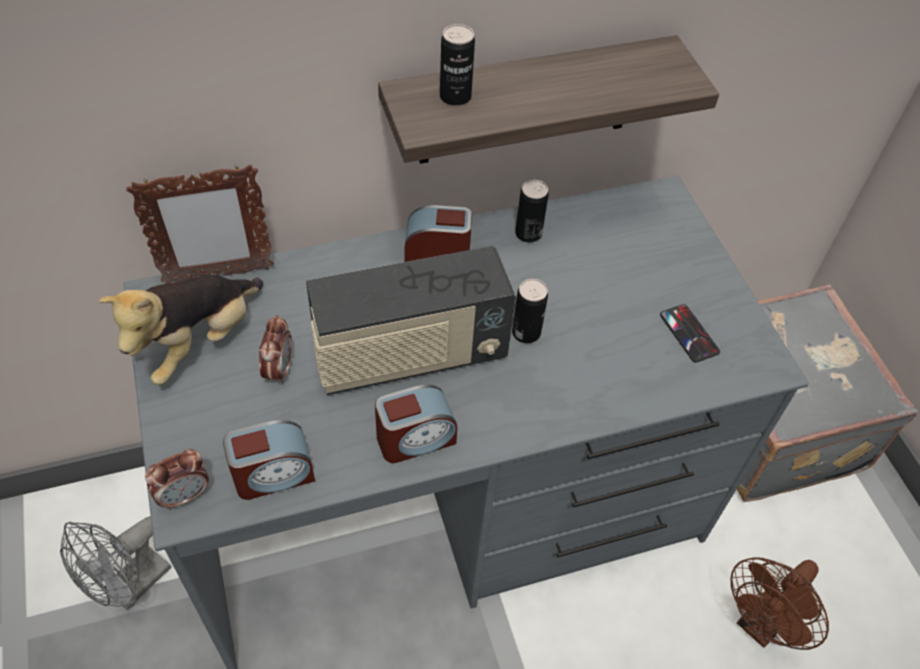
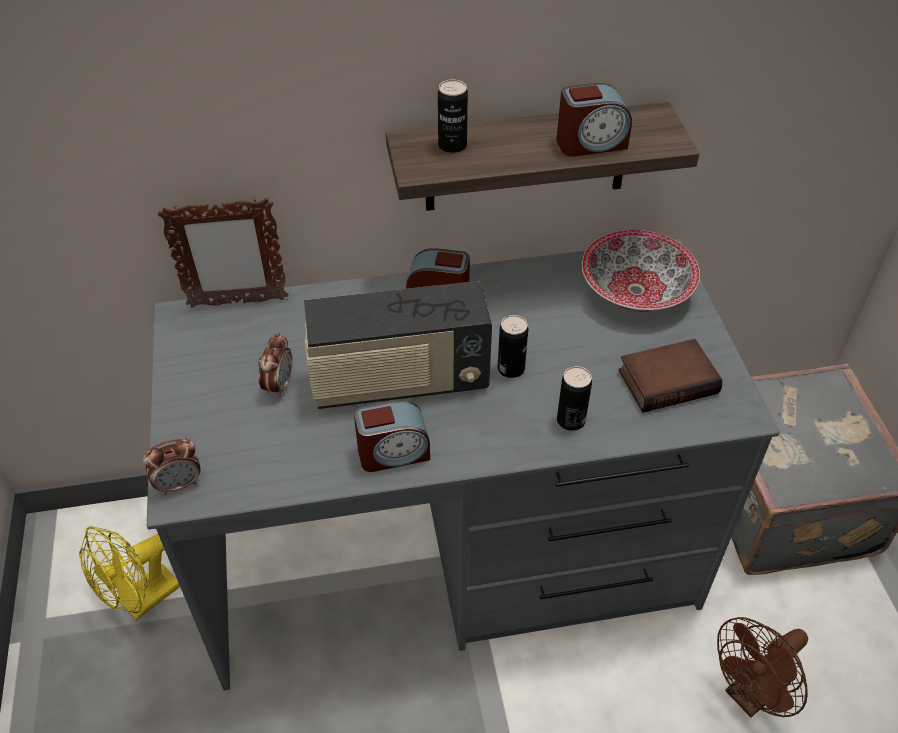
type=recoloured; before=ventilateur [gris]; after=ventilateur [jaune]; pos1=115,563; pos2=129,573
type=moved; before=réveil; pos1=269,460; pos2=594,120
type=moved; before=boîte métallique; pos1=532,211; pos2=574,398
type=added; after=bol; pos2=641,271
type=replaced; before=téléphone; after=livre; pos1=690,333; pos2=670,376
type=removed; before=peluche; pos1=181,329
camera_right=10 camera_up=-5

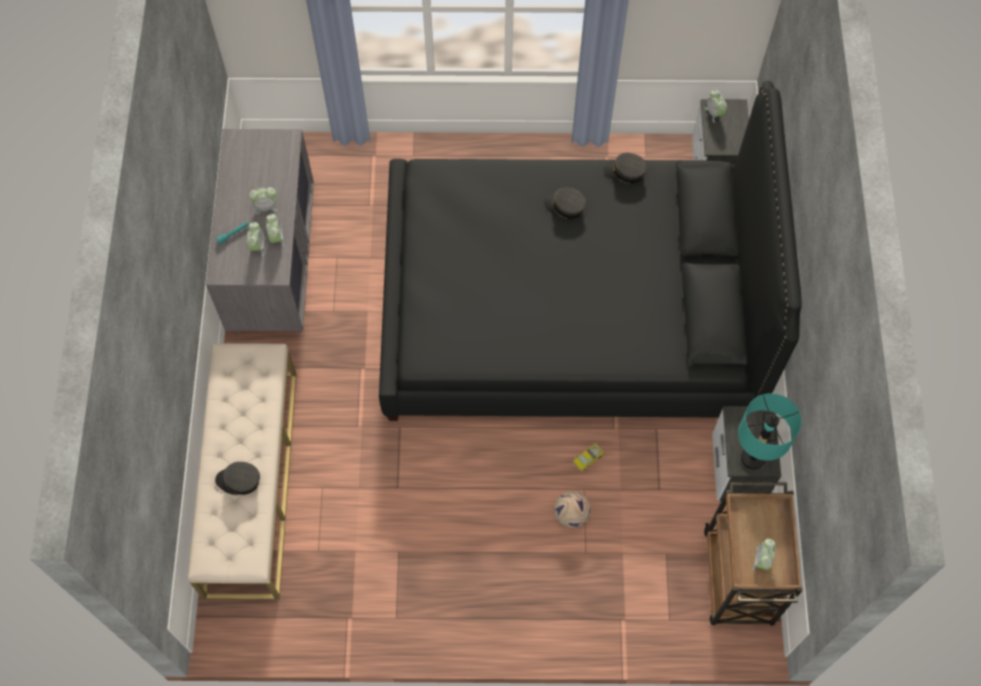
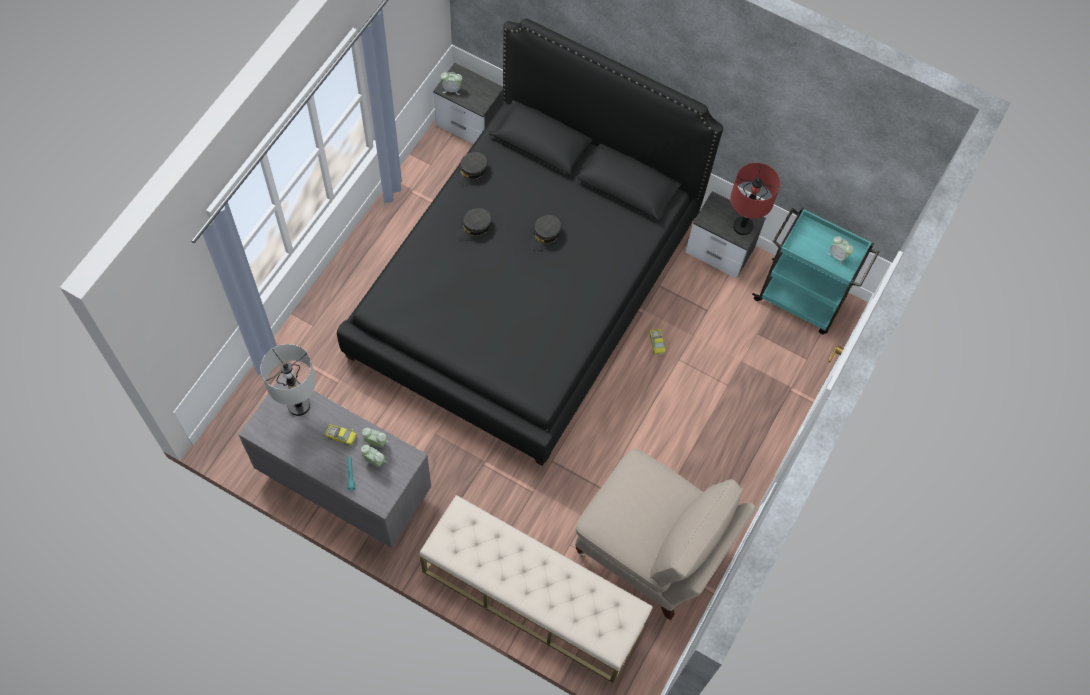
type=added; after=lampe de table [gris]; pos2=288,380
type=replaced; before=réveil; after=camion jouet; pos1=263,201; pos2=340,435
type=moved; before=casquette [gris]; pos1=237,478; pos2=545,233
type=added; after=chaise [beige]; pos2=665,534
type=recoloured; before=lampe de table [turquoise]; after=lampe de table [rouge]; pos1=769,431; pos2=755,199
type=recoloured; before=chariot [marron]; after=chariot [turquoise]; pos1=753,554; pos2=815,270
type=removed; before=ballon de foot; pos1=572,509
camera_right=-65 camera_up=0

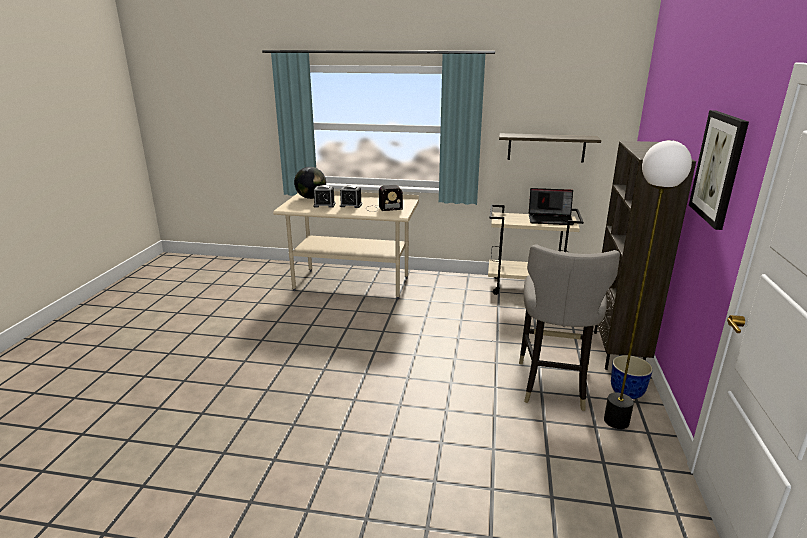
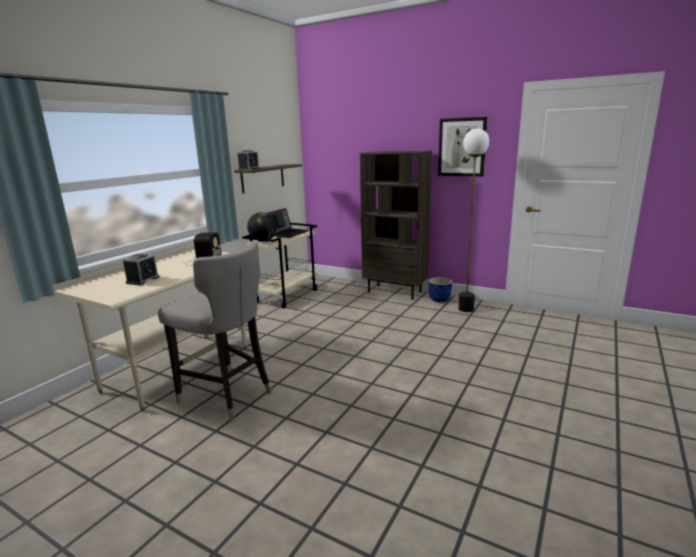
type=moved; before=tabouret [gris]; pos1=569,327; pos2=215,331
type=moved; before=réveil; pos1=351,196; pos2=248,160
type=moved; before=globe; pos1=310,183; pos2=262,226
camera_right=-70 camera_up=-5

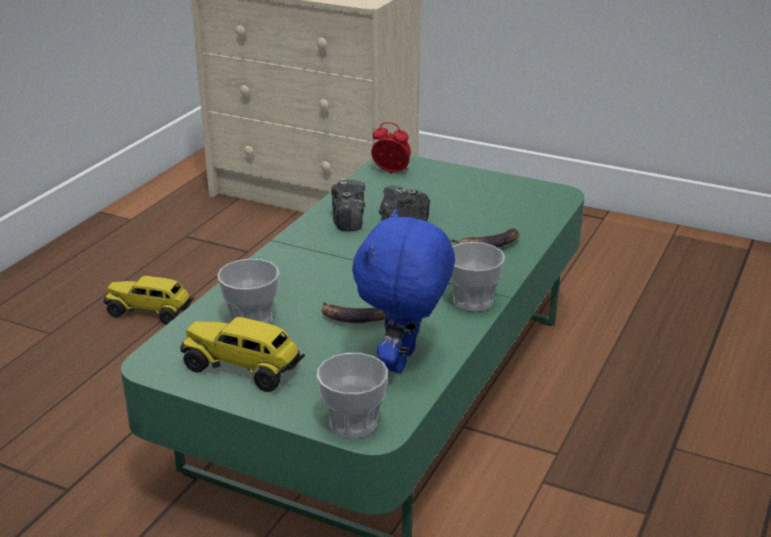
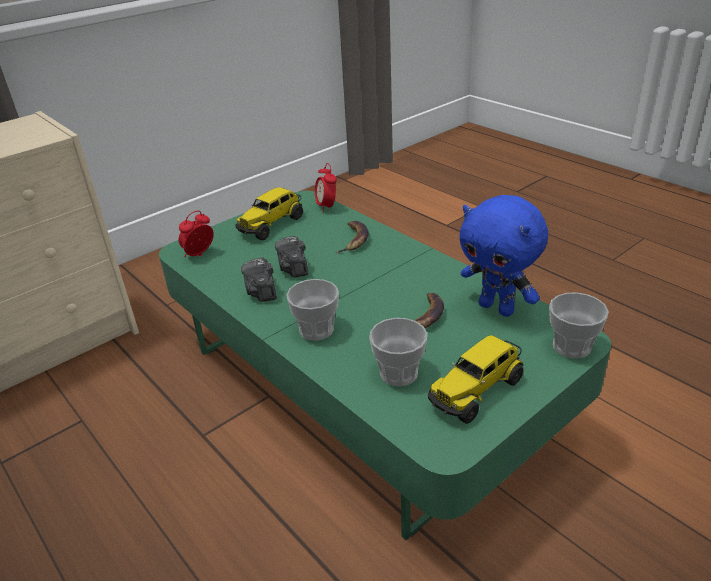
type=moved; before=camion jouet; pos1=149,300; pos2=269,213
type=turned; before=appareil photo; pos1=348,205; pos2=259,279; turn=-120
type=moved; before=tasse; pos1=477,277; pos2=312,310
type=added; after=réveil; pos2=326,188
camera_right=-65 camera_up=5

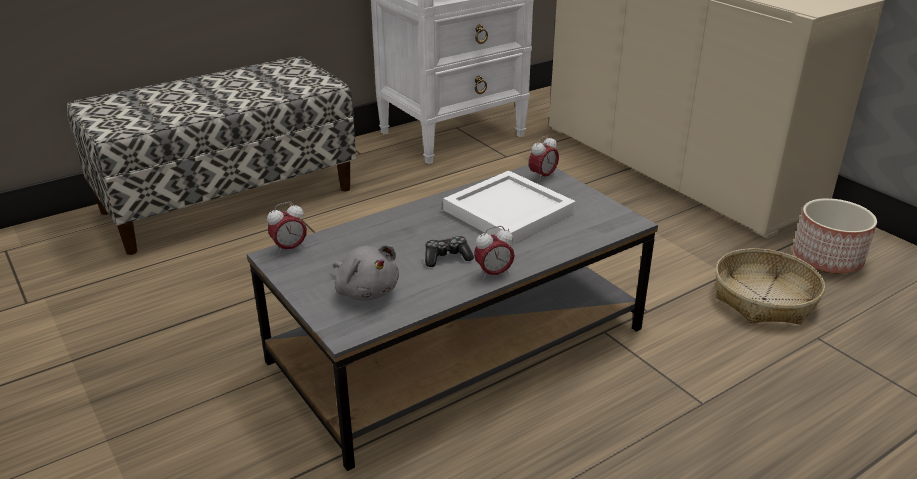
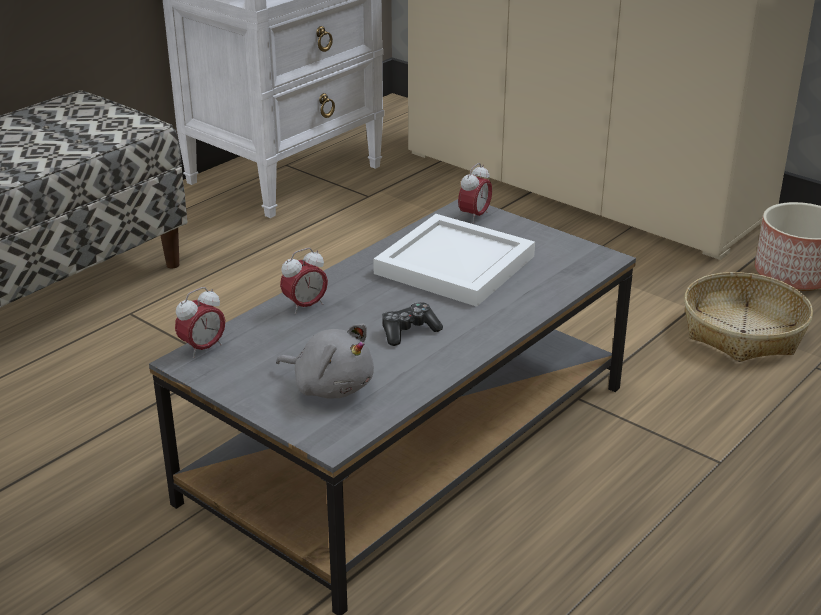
type=moved; before=réveil; pos1=494,253; pos2=304,281
camera_right=-15 camera_up=0

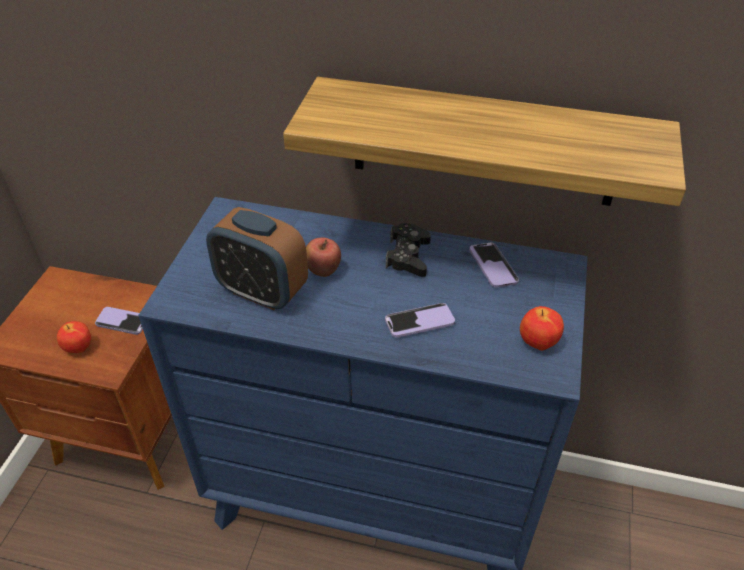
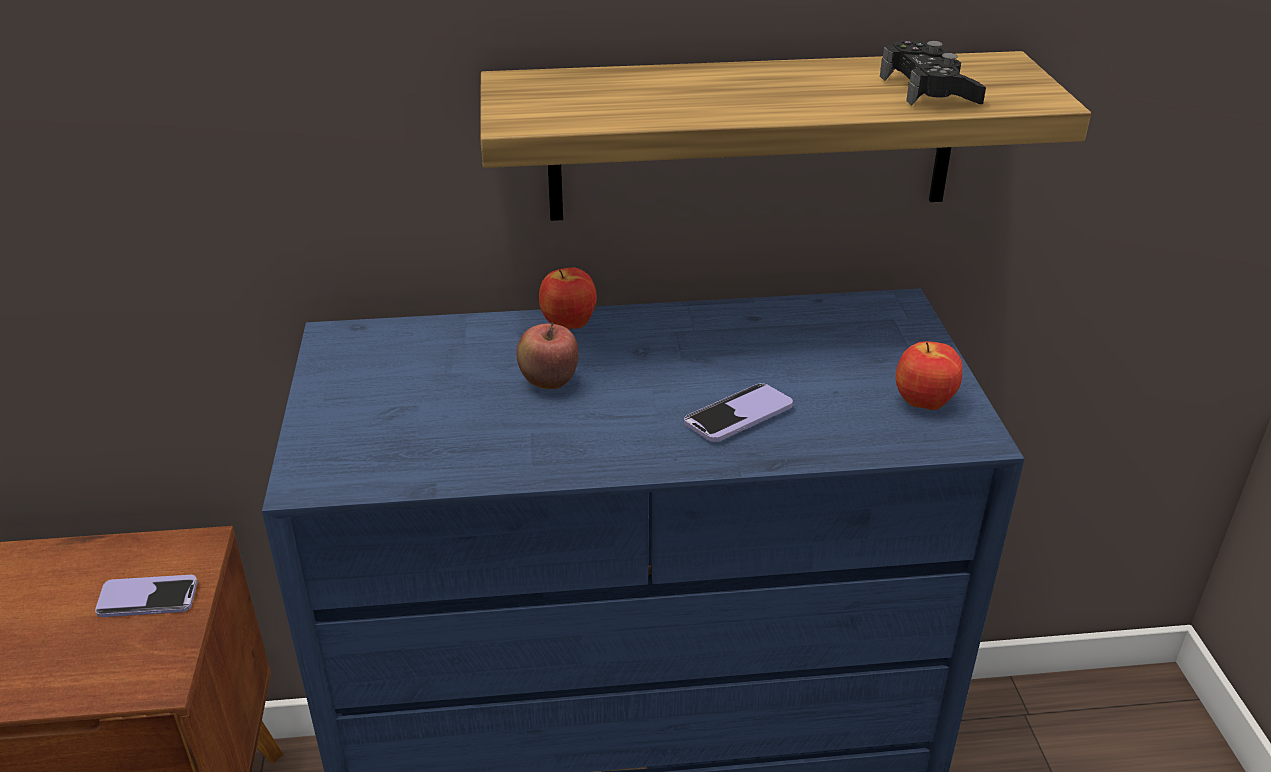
type=moved; before=pomme; pos1=74,337; pos2=568,298
type=moved; before=manette [noir]; pos1=408,250; pos2=933,73
type=removed; before=réveil; pos1=257,258
type=removed; before=téléphone; pos1=494,265
camera_right=-20 camera_up=-10

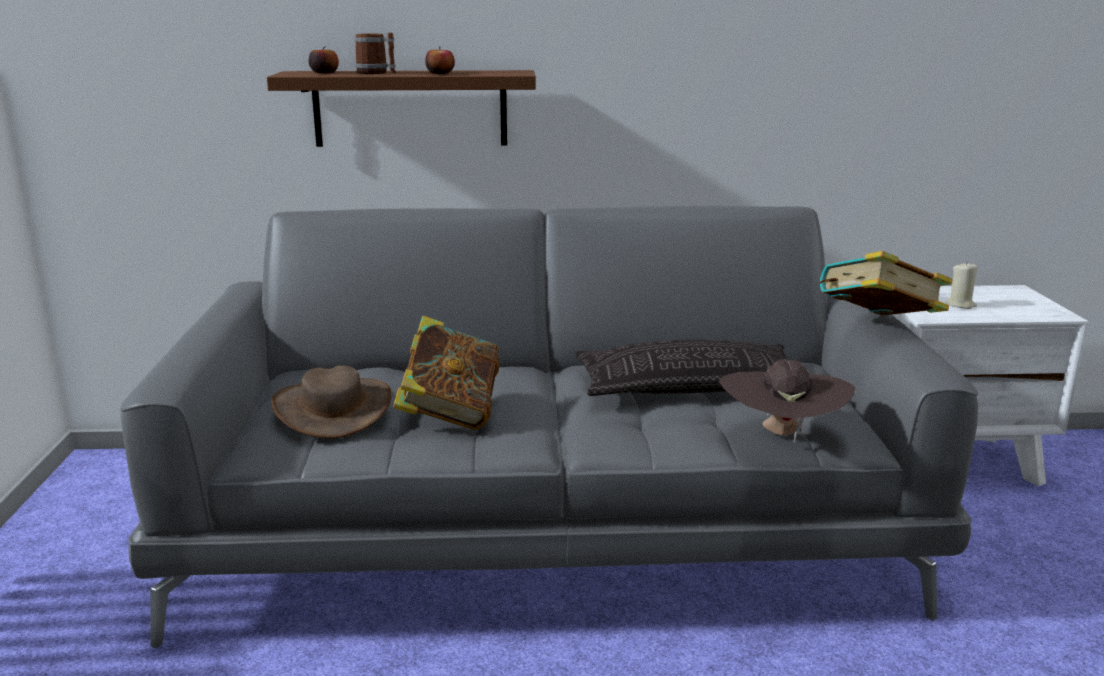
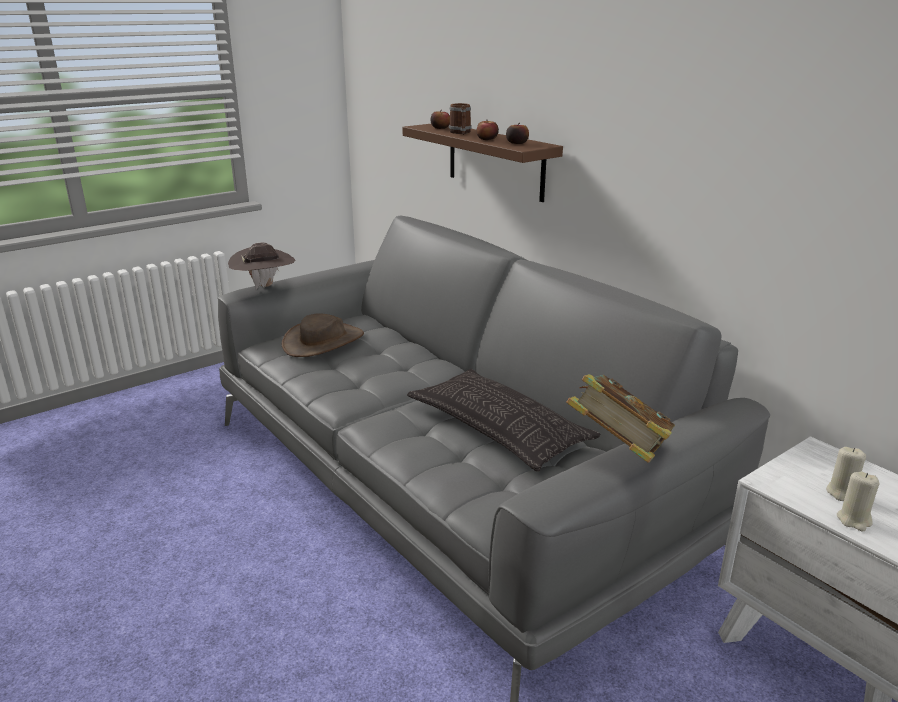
type=moved; before=chapeau [marron]; pos1=787,401; pos2=262,266
type=added; after=pomme; pos2=517,133
type=added; after=bougie [beige]; pos2=858,501
type=removed; before=livre; pos1=446,373
camera_right=55 camera_up=5

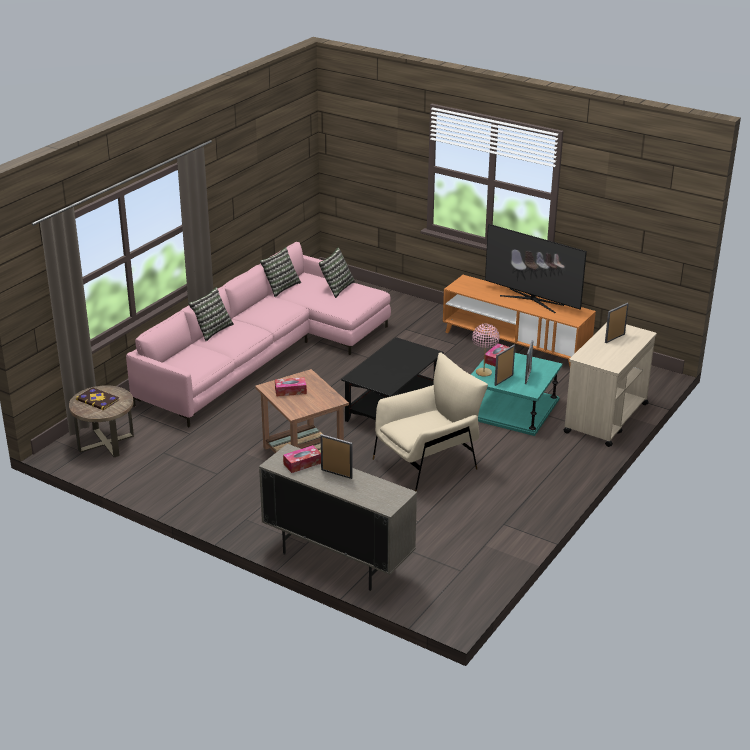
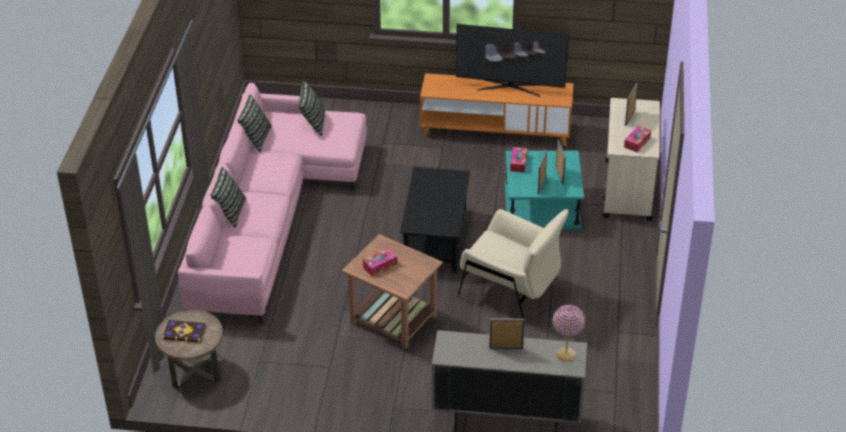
type=turned; before=fauteuil [beige]; pos1=430,422; pos2=513,266; turn=90
type=moved; before=lampe de table [rose]; pos1=486,350; pos2=569,333
type=moved; before=boîte à mouchoirs; pos1=302,459; pos2=637,139
camera_right=-25 camera_up=10

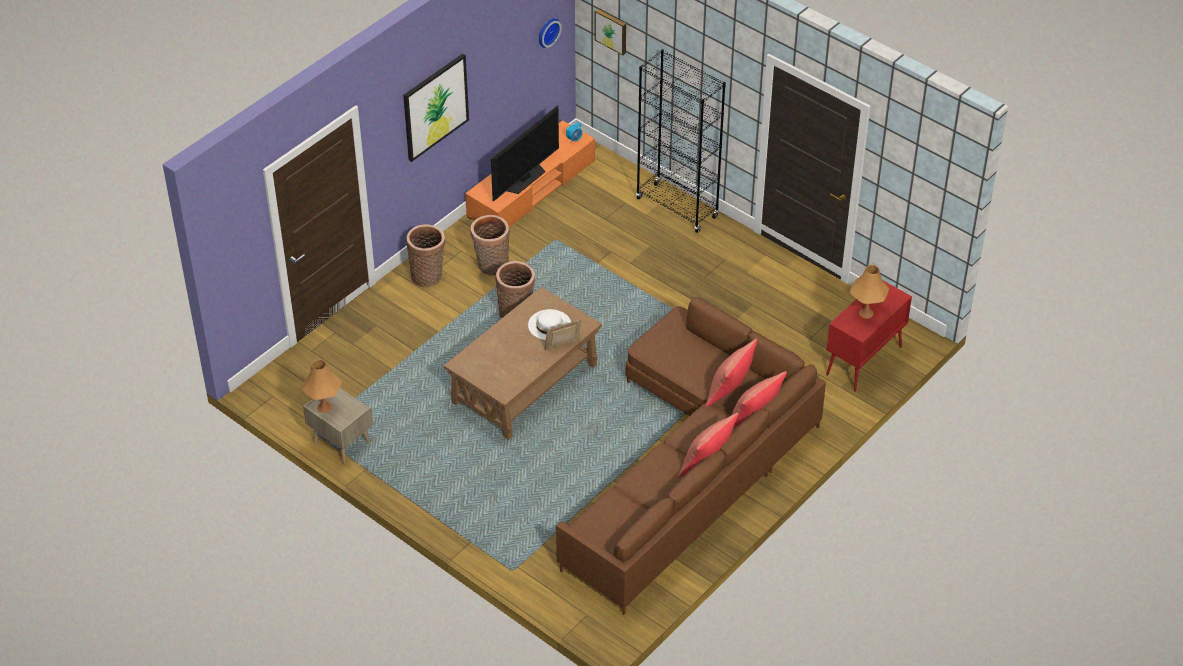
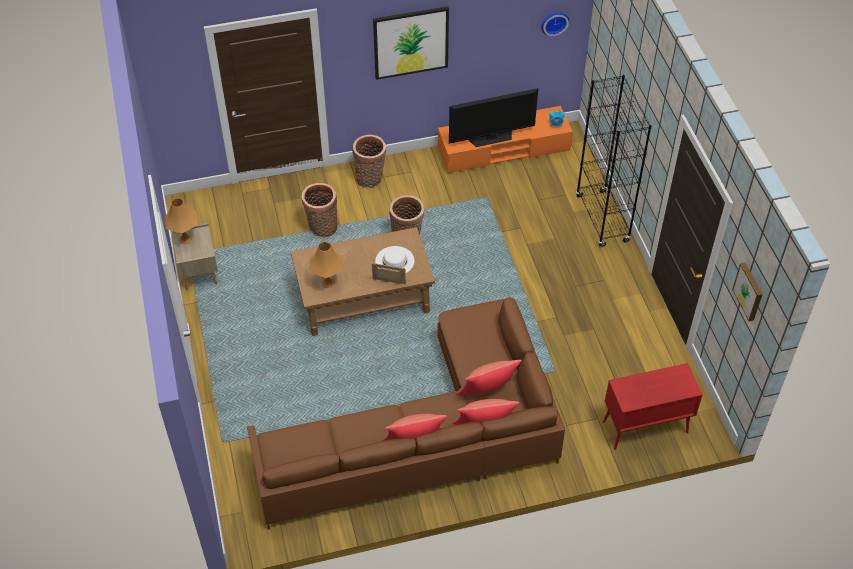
type=moved; before=panier; pos1=490,245; pos2=319,210
type=moved; before=lampe de table [orange]; pos1=869,292; pos2=326,265
type=moved; before=tableau; pos1=610,32; pos2=747,291
camera_right=35 camera_up=5

